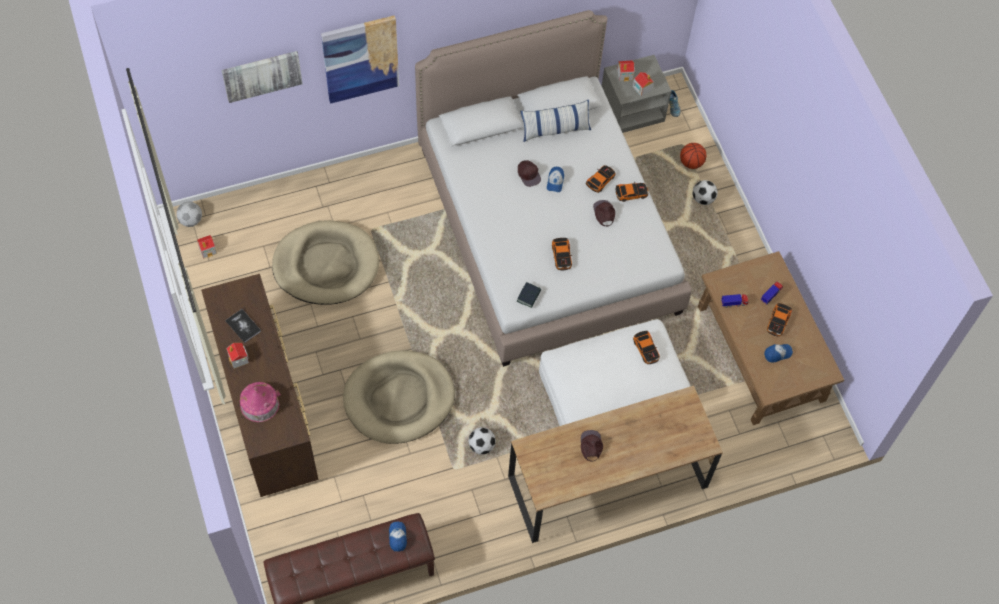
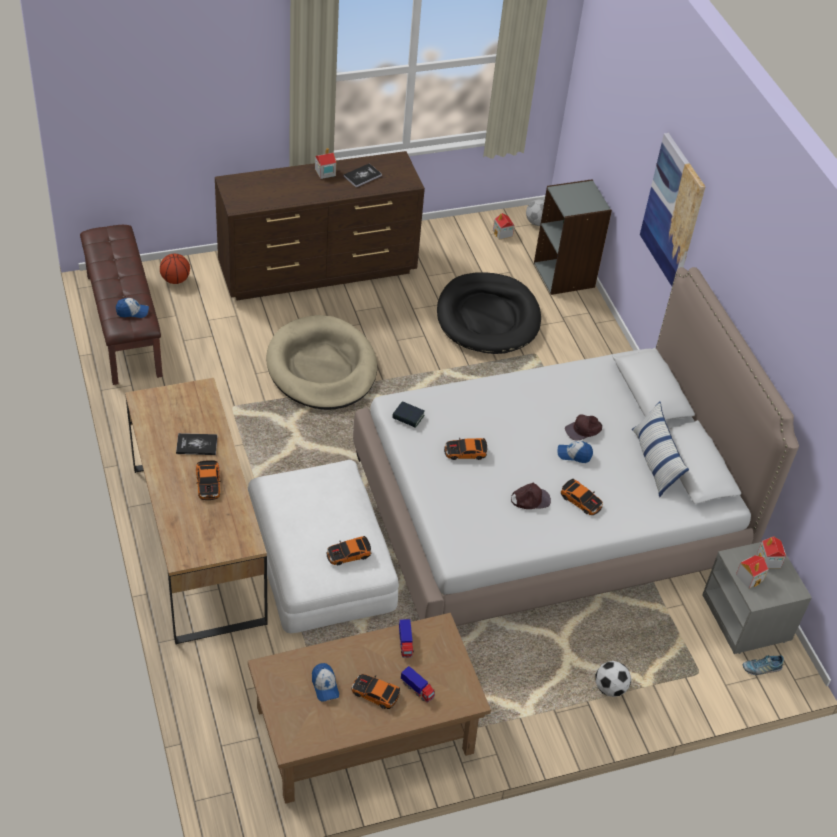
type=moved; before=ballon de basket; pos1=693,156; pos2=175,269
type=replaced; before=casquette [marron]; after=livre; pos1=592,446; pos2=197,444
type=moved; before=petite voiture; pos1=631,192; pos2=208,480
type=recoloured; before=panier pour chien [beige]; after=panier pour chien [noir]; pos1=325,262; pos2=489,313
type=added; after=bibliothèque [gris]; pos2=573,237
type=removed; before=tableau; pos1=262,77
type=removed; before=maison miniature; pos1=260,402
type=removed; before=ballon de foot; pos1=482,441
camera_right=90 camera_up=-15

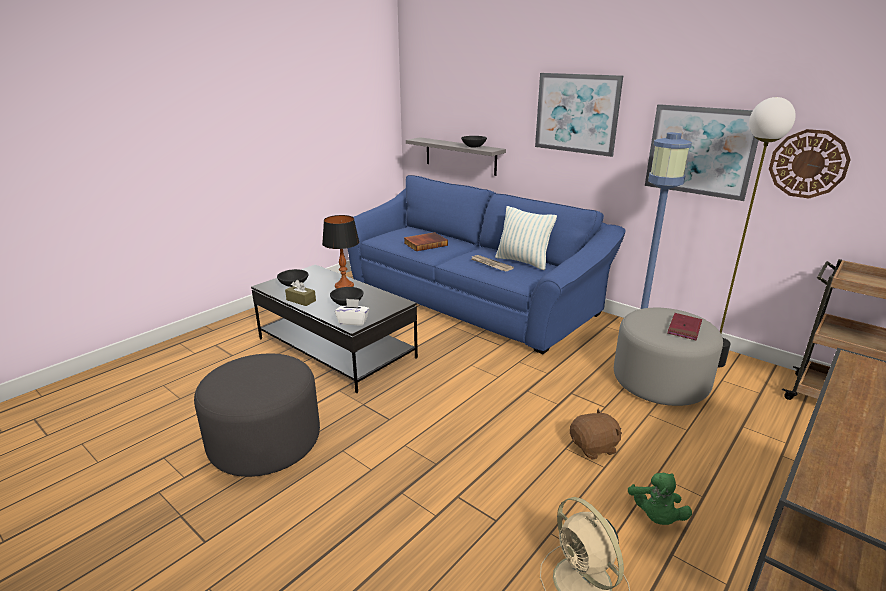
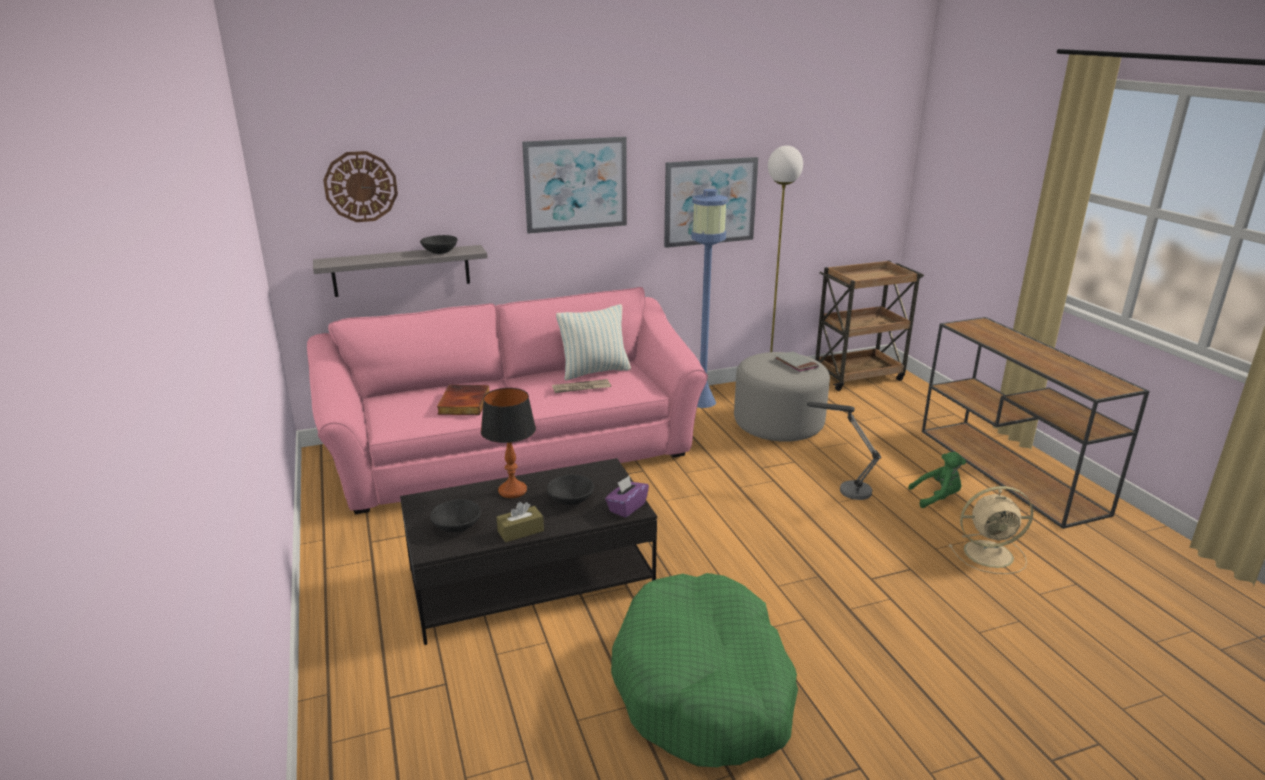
type=recoloured; before=canapé [bleu]; after=canapé [rose]; pos1=487,264; pos2=507,400
type=moved; before=horloge murale; pos1=810,164; pos2=360,186
type=recoloured; before=boîte à mouchoirs [blanc]; after=boîte à mouchoirs [violet]; pos1=352,312; pos2=627,497
type=replaced; before=pouf [gris]; after=panier pour chien [vert]; pos1=257,415; pos2=704,670
type=recoloured; before=livre [rouge]; after=livre [gris]; pos1=684,326; pos2=796,361
type=replaced; before=peluche [marron]; after=lampe de table; pos1=596,434; pos2=844,451
type=turned; before=peluche [vert]; pos1=660,499; pos2=937,480; turn=-45
camera_right=-60 camera_up=0

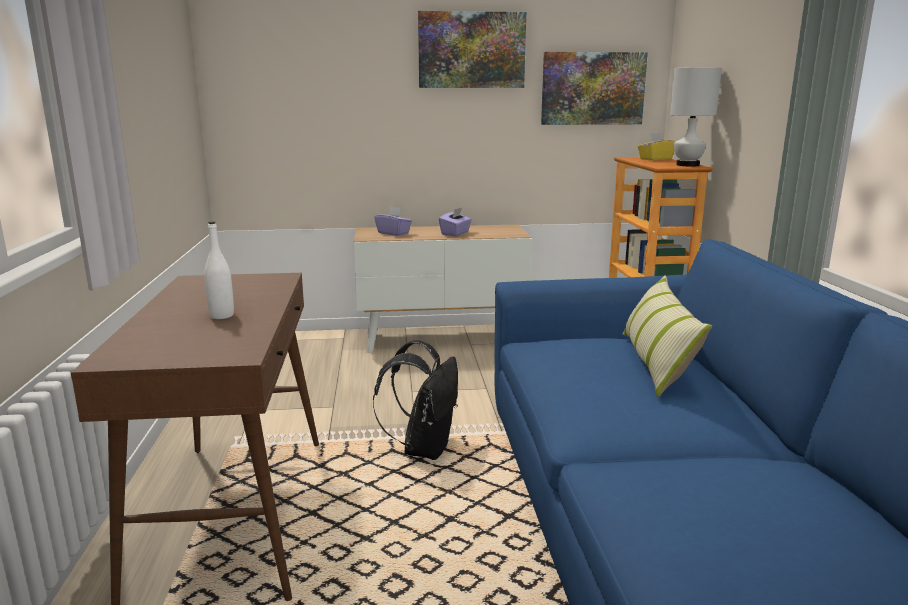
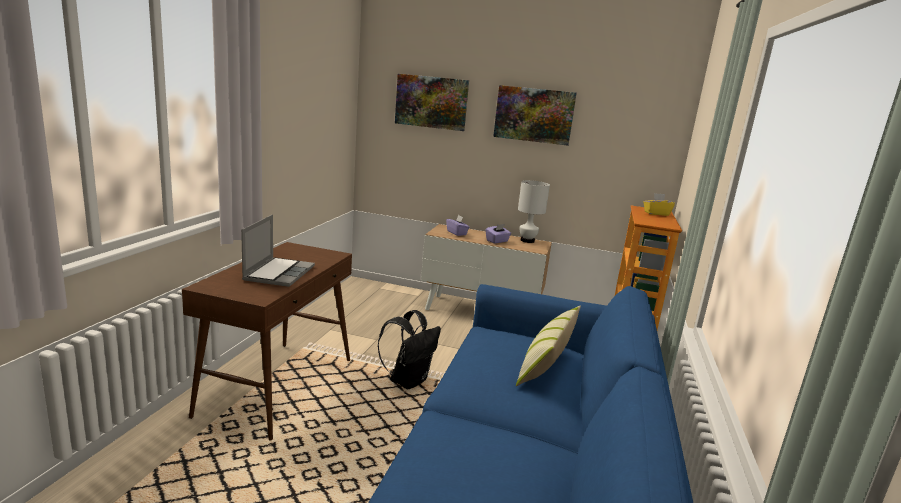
type=replaced; before=bouteille [blanc]; after=ordinateur portable; pos1=219,270; pos2=278,251
type=moved; before=tableau; pos1=594,88; pos2=432,102
type=moved; before=lampe de table [blanc]; pos1=696,116; pos2=534,211
camera_right=20 camera_up=0

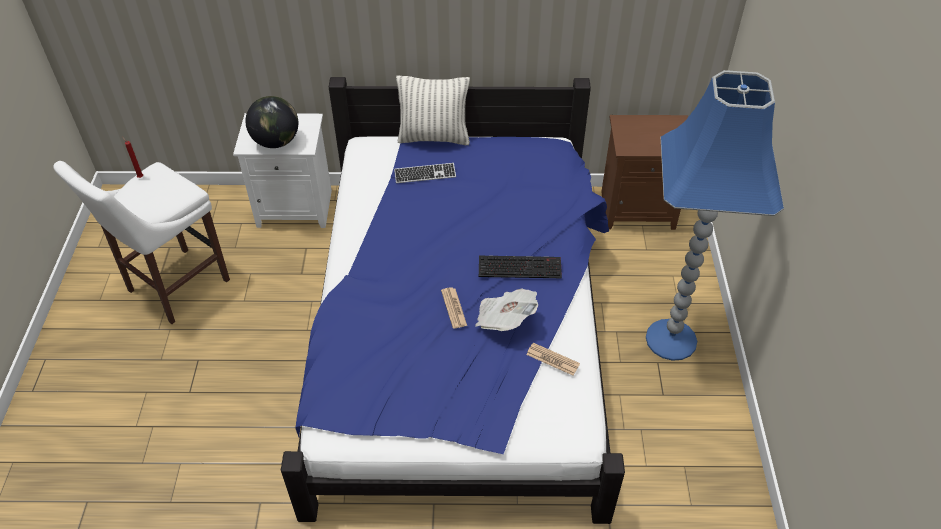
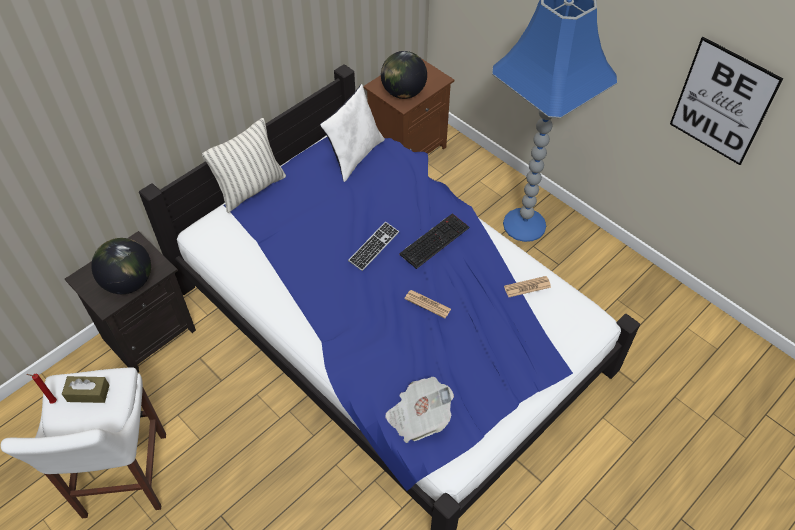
type=added; after=boîte à mouchoirs [marron]; pos2=86,389
type=recoloured; before=table de chevet [blanc]; after=table de chevet [noir]; pos1=282,170; pos2=130,302
type=added; after=coussin [blanc]; pos2=352,133
type=moved; before=clavier; pos1=425,173; pos2=373,246
type=added; after=globe; pos2=404,75
type=moved; before=journal; pos1=506,310; pos2=419,410
type=added; after=tableau; pos2=726,101
camera_right=-45 camera_up=5

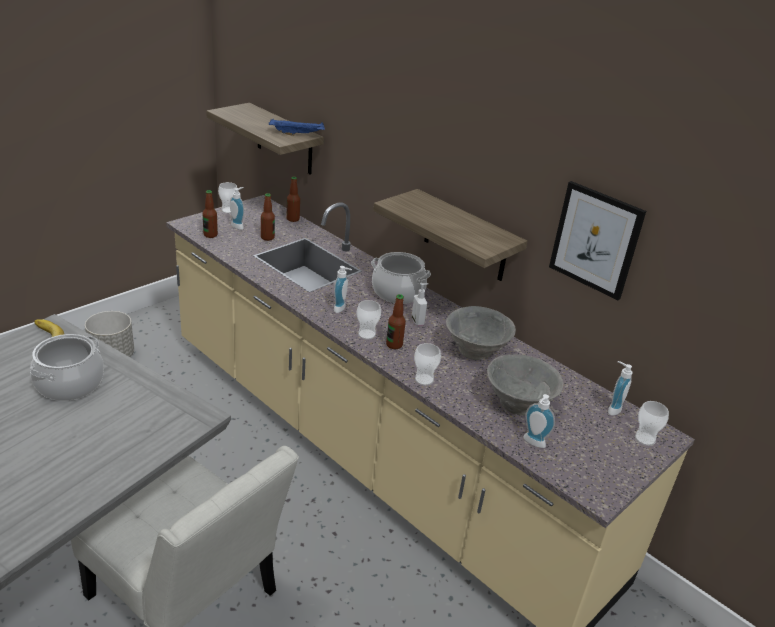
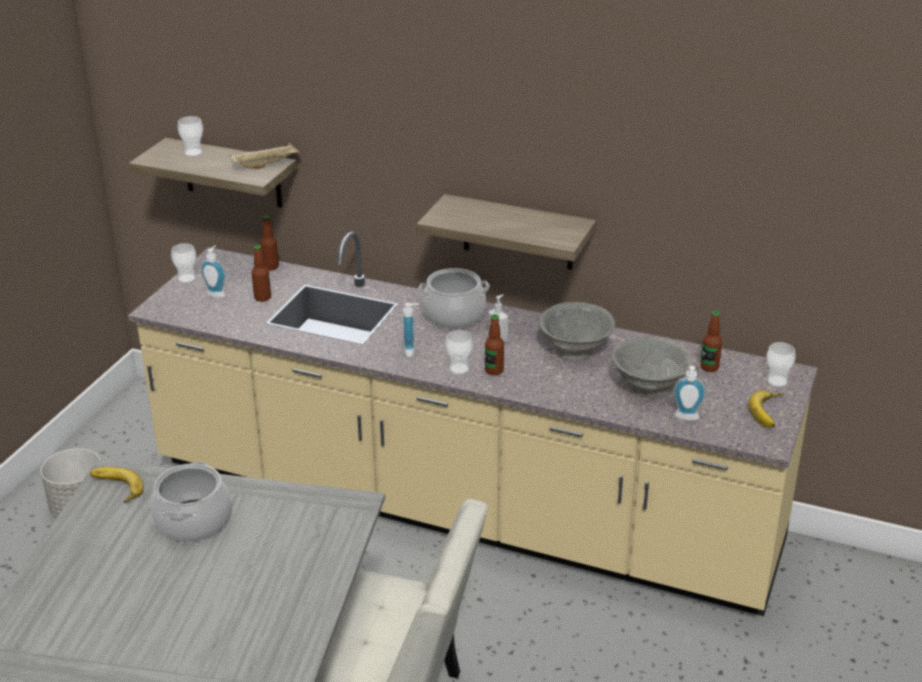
type=moved; before=tasse; pos1=427,364; pos2=190,136
type=recoloured; before=plateau [bleu]; after=plateau [beige]; pos1=297,127; pos2=264,156
type=moved; before=bouteille; pos1=210,214; pos2=711,341
type=added; after=banane; pos2=765,408
type=removed; before=tableau; pos1=597,240
type=removed; before=distributeur de savon; pos1=620,388
camera_right=-20 camera_up=0

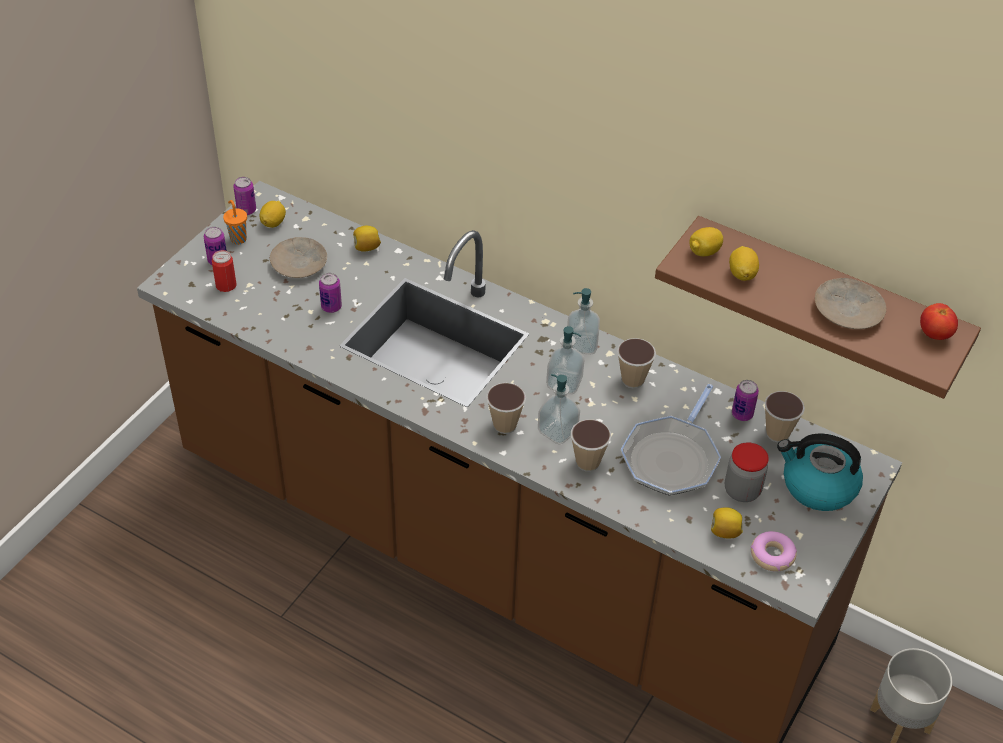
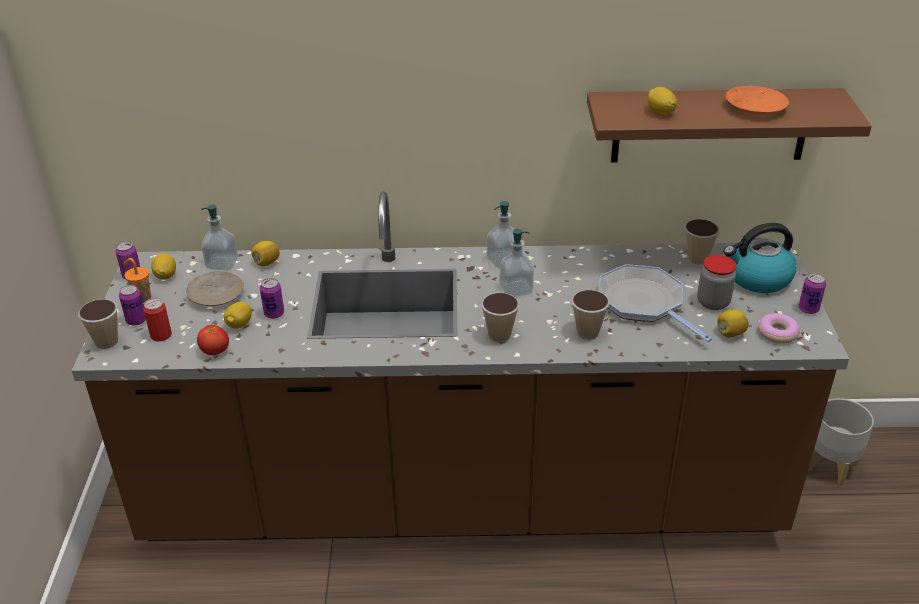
type=moved; before=tasse; pos1=636,363; pos2=98,324
type=moved; before=tomate; pos1=939,321; pos2=213,340
type=moved; before=distributeur de savon; pos1=559,409; pos2=219,238
type=moved; before=citron; pos1=706,241; pos2=238,315
type=turned; before=poêle; pos1=671,439; pos2=655,303; turn=150
type=recoloured; before=assiette [beige]; after=assiette [orange]; pos1=850,303; pos2=757,100
type=moved; before=boîte métallique; pos1=745,400; pos2=812,293
camera_right=-30 camera_up=-10

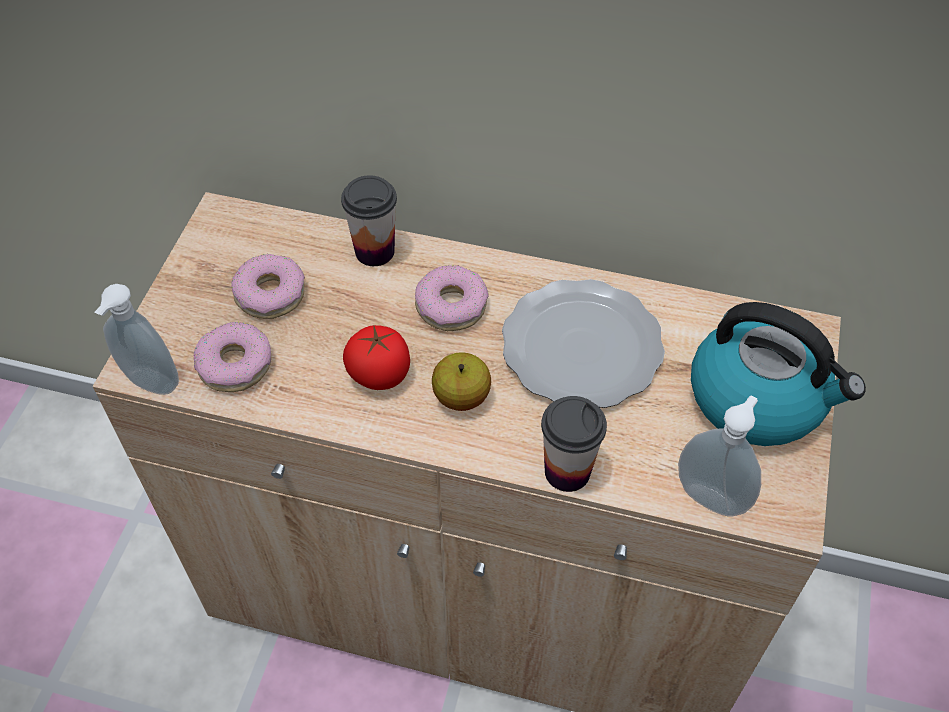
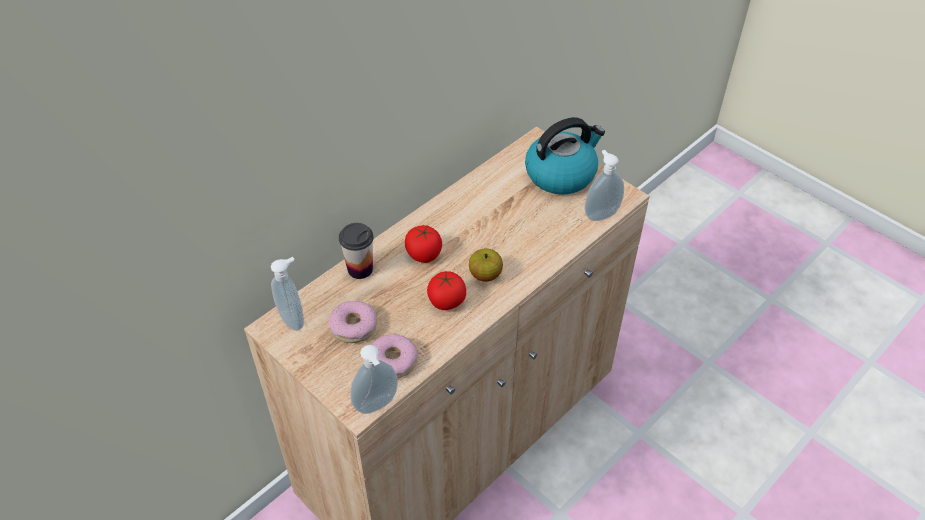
type=added; after=distributeur de savon; pos2=287,294
type=replaced; before=beignet; after=tomate; pos1=452,298; pos2=423,244
type=removed; before=assiette; pos1=583,343
type=removed; before=tasse; pos1=574,444
camera_right=-60 camera_up=-5

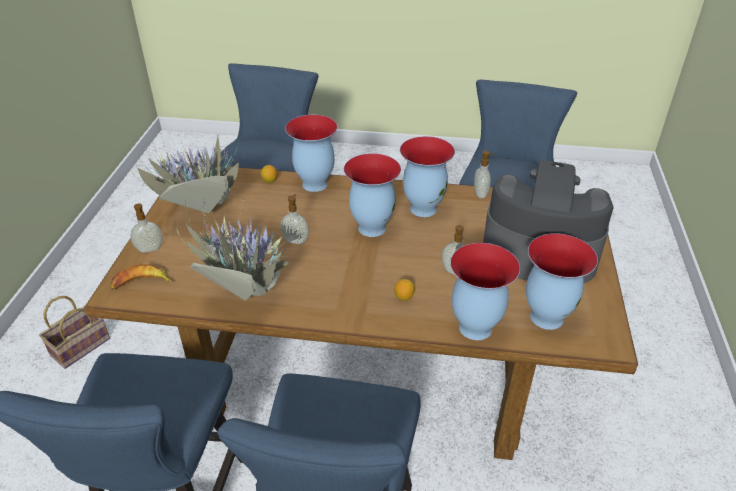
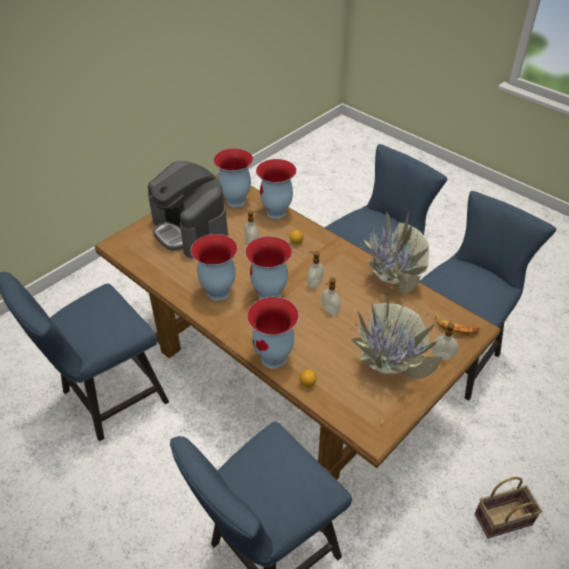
type=moved; before=distributeur de savon; pos1=484,174; pos2=315,270
camera_right=-145 camera_up=5

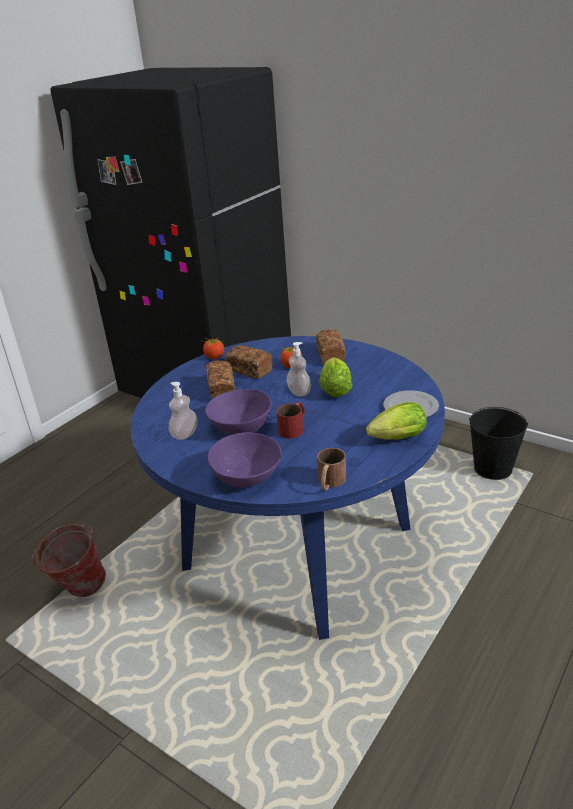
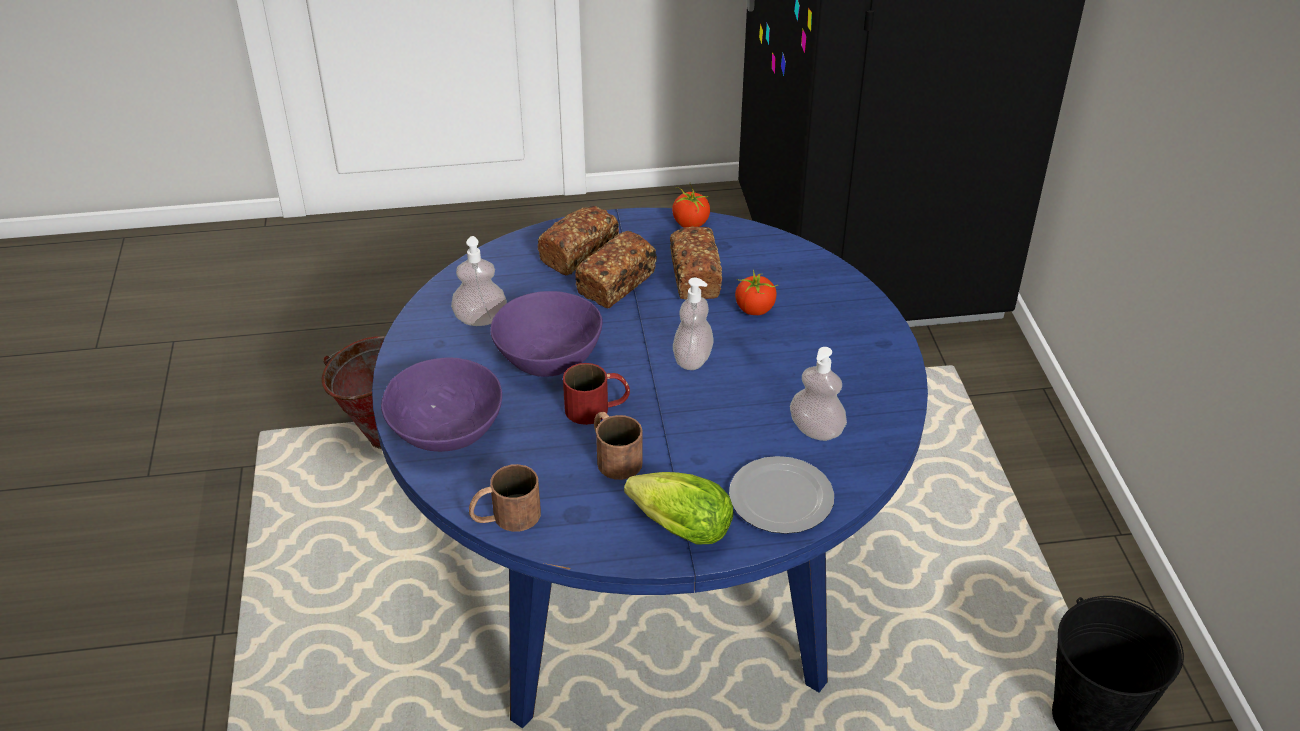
type=moved; before=pain; pos1=331,347; pos2=578,240
type=added; after=mug [marron]; pos2=618,446
type=added; after=distributeur de savon; pos2=818,394
type=removed; before=laitue; pos1=335,377
camera_right=45 camera_up=10

